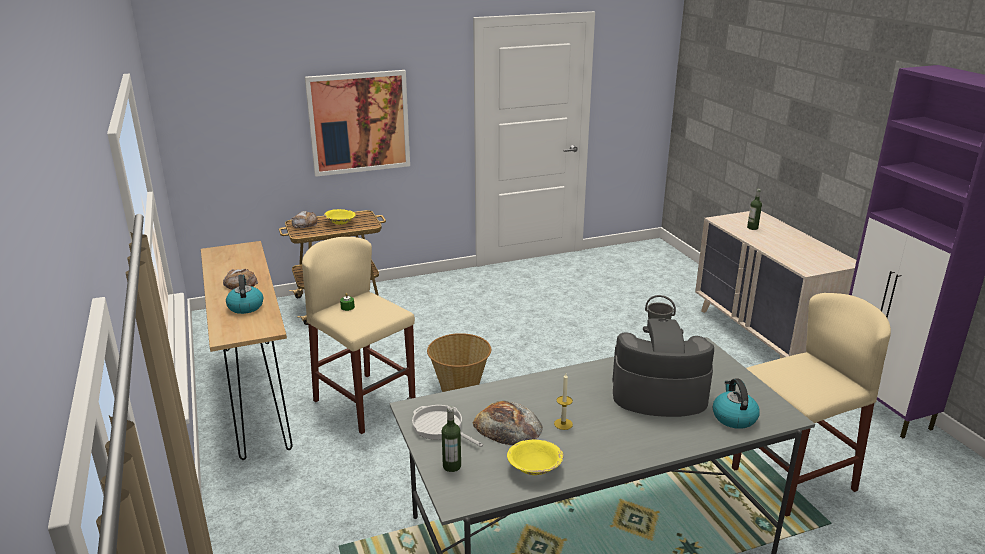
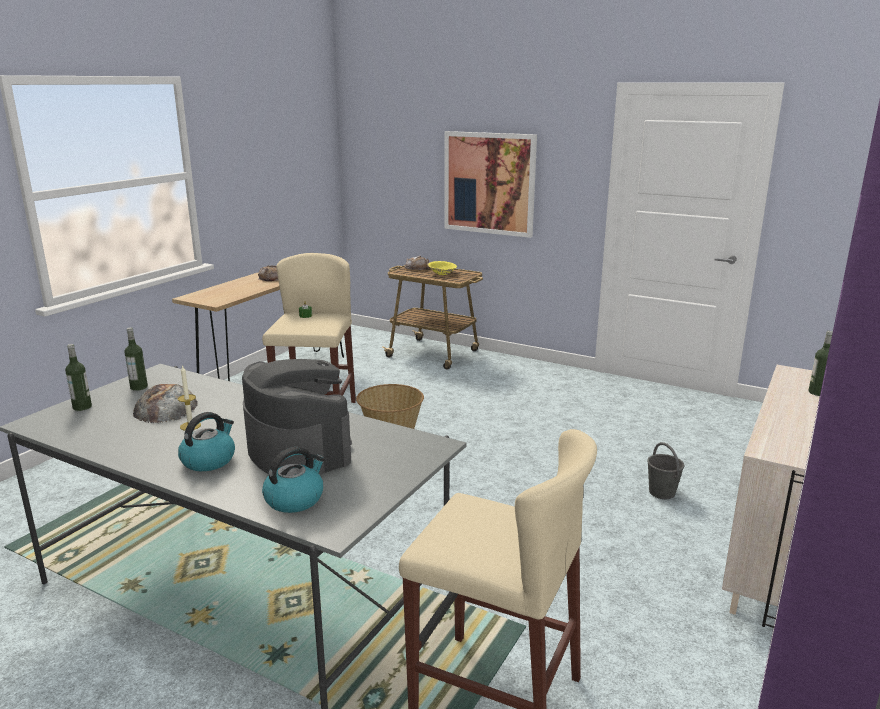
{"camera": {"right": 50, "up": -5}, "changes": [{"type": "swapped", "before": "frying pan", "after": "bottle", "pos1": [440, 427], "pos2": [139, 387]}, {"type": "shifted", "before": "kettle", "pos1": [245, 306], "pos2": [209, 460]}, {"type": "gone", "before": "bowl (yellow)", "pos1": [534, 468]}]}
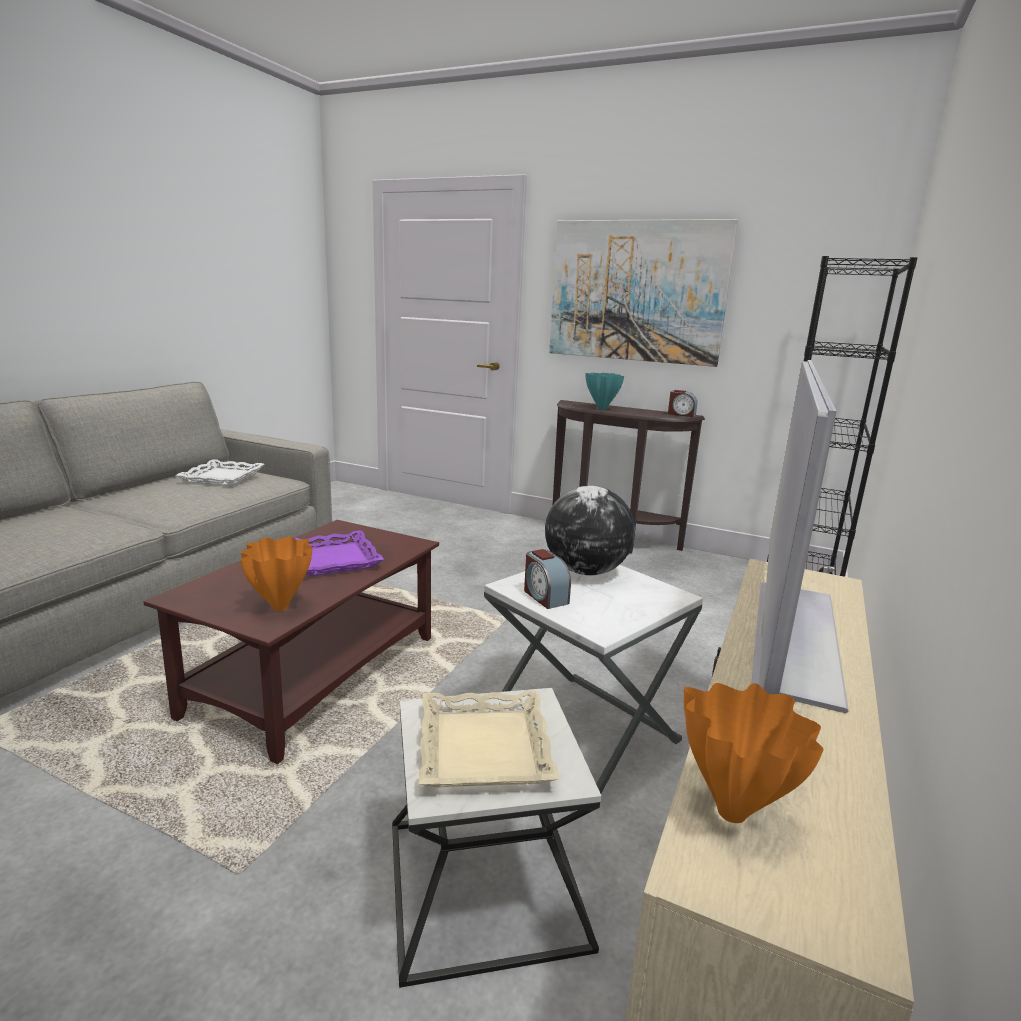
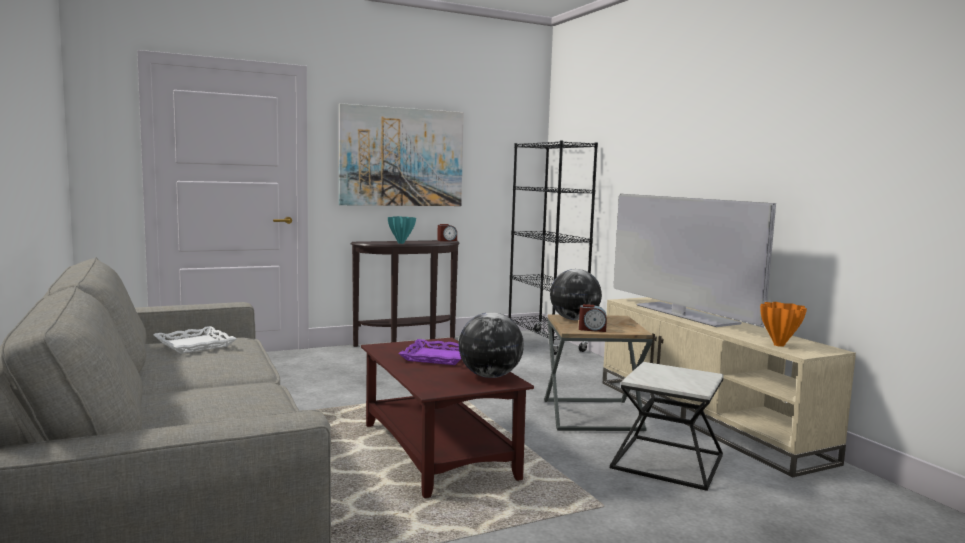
{"camera": {"right": -50, "up": -10}, "changes": [{"type": "swapped", "before": "vase (orange)", "after": "globe", "pos1": [281, 606], "pos2": [490, 376]}, {"type": "repainted", "before": "side table (white)", "after": "side table (brown)", "pos1": [580, 735], "pos2": [592, 415]}, {"type": "gone", "before": "tray (beige)", "pos1": [483, 747]}]}
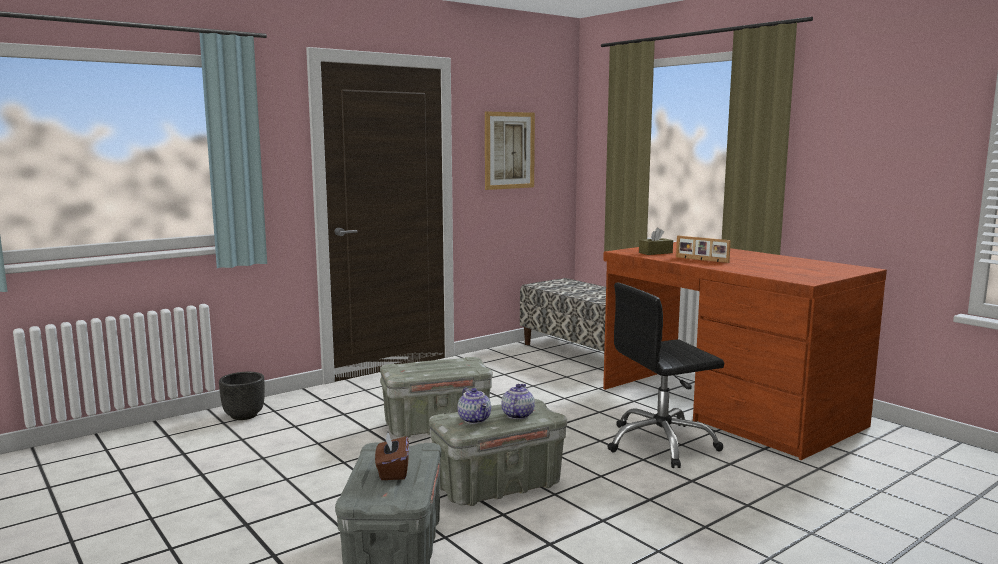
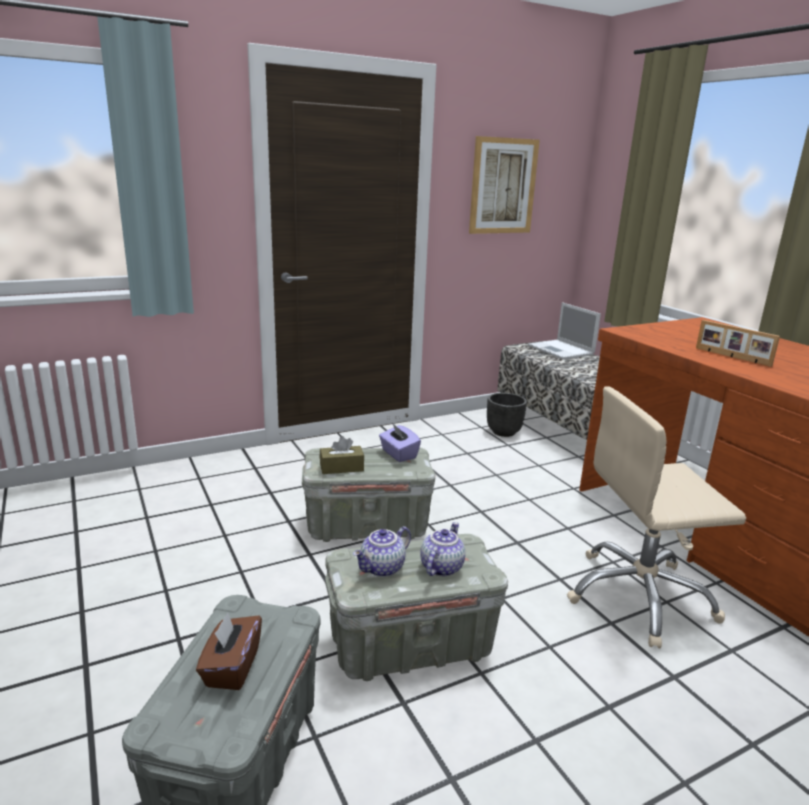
{"camera": {"right": 10, "up": 10}, "changes": [{"type": "shifted", "before": "tissue box (brown)", "pos1": [655, 253], "pos2": [341, 467]}, {"type": "rotated", "before": "teapot", "pos1": [475, 419], "pos2": [382, 569], "turn": 60}, {"type": "new", "after": "tissue box (purple)", "pos2": [398, 454]}, {"type": "shifted", "before": "planter (black)", "pos1": [244, 415], "pos2": [504, 432]}, {"type": "new", "after": "laptop", "pos2": [561, 350]}, {"type": "repainted", "before": "office chair (black)", "after": "office chair (beige)", "pos1": [661, 443], "pos2": [639, 596]}]}
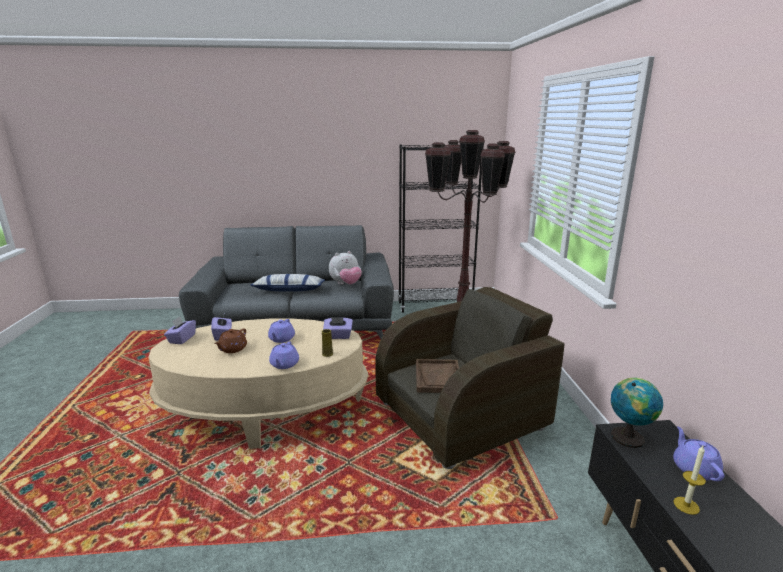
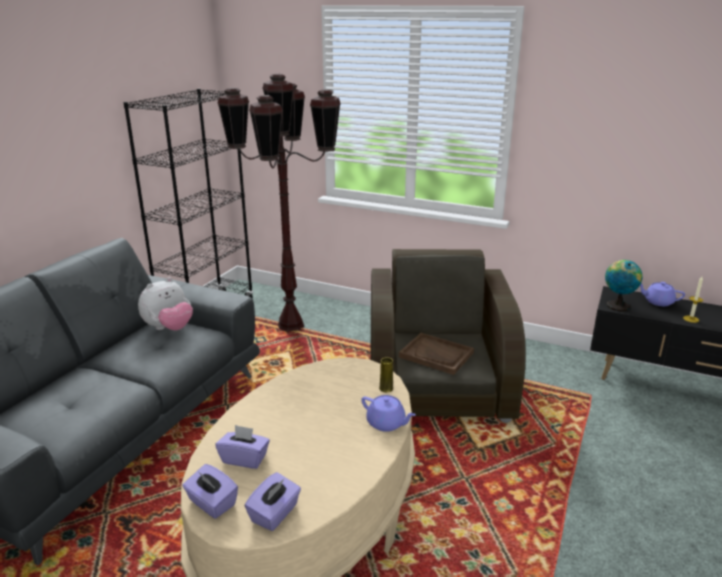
{"camera": {"right": -60, "up": 5}, "changes": [{"type": "rotated", "before": "plush toy", "pos1": [346, 284], "pos2": [169, 328], "turn": 45}, {"type": "shifted", "before": "tissue box (purple)", "pos1": [338, 336], "pos2": [275, 514]}, {"type": "gone", "before": "teapot (brown)", "pos1": [232, 349]}, {"type": "gone", "before": "pillow", "pos1": [289, 290]}, {"type": "gone", "before": "teapot (purple)", "pos1": [281, 339]}]}
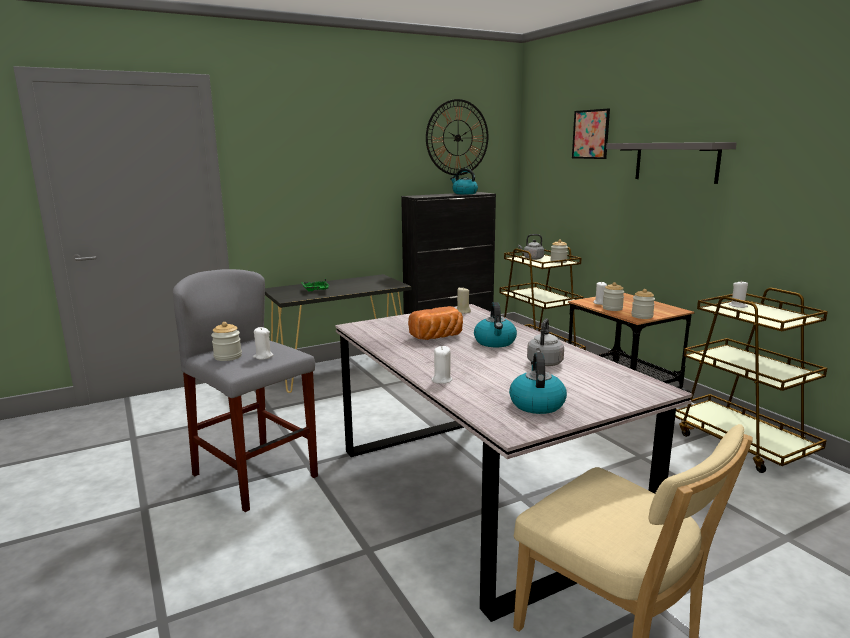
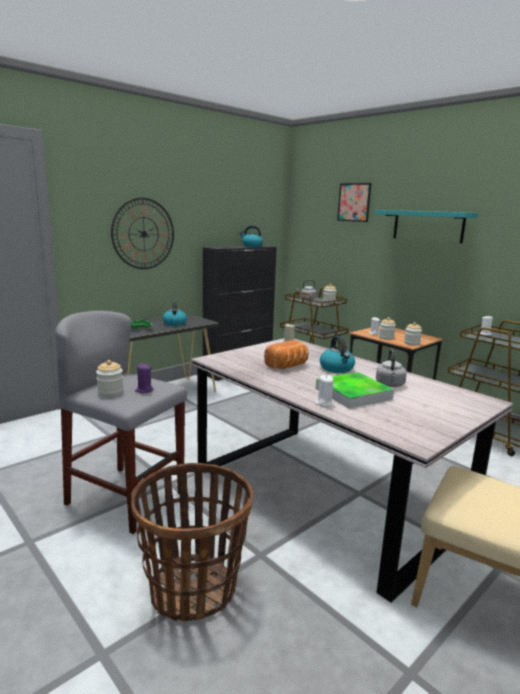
{"camera": {"right": -15, "up": 0}, "changes": [{"type": "shifted", "before": "wall clock", "pos1": [457, 138], "pos2": [143, 234]}, {"type": "new", "after": "basket", "pos2": [193, 588]}, {"type": "repainted", "before": "candle (white)", "after": "candle (purple)", "pos1": [263, 356], "pos2": [144, 390]}, {"type": "shifted", "before": "kettle", "pos1": [536, 404], "pos2": [174, 323]}, {"type": "new", "after": "tray", "pos2": [353, 394]}, {"type": "repainted", "before": "shelf (grey)", "after": "shelf (turquoise)", "pos1": [676, 162], "pos2": [428, 226]}]}
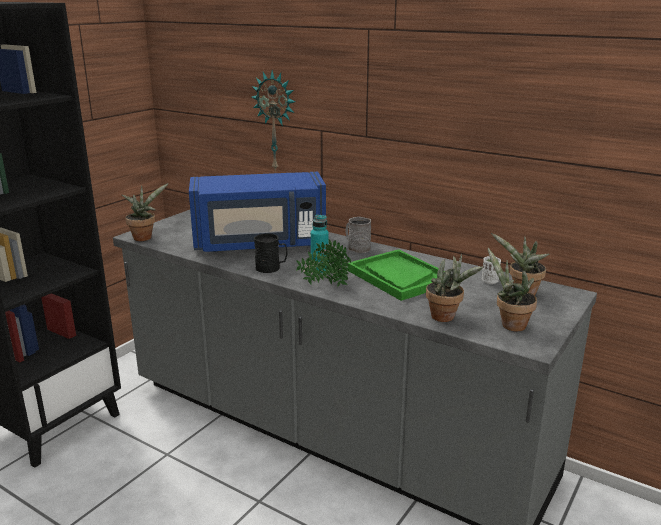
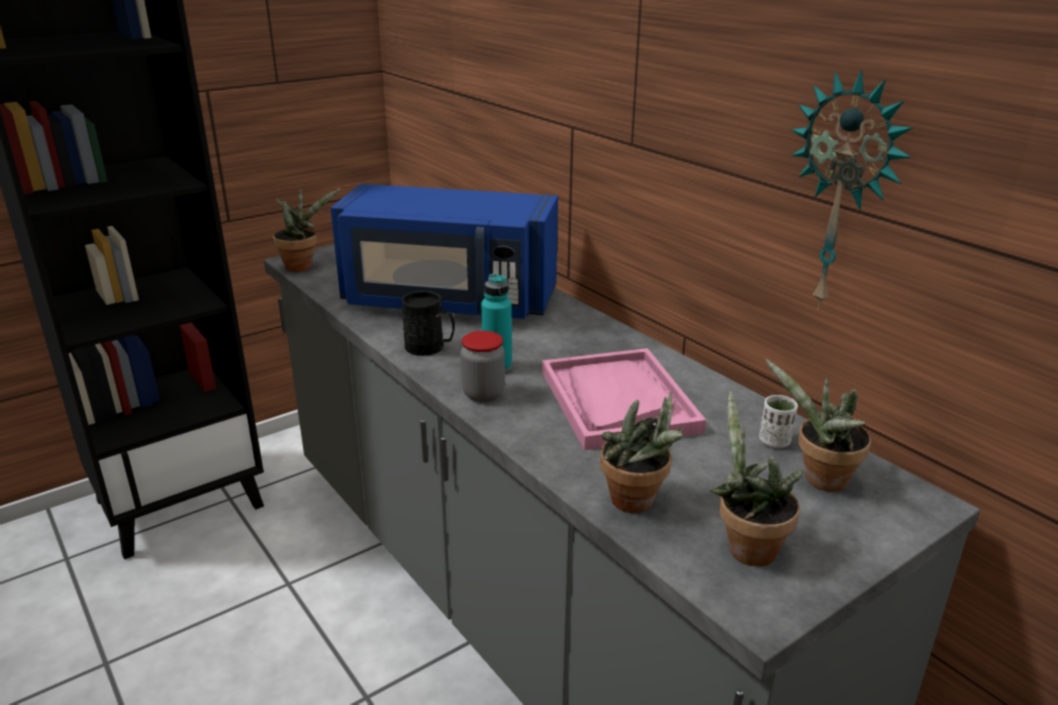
{"camera": {"right": 20, "up": 5}, "changes": [{"type": "swapped", "before": "potted plant", "after": "jar", "pos1": [324, 285], "pos2": [483, 394]}, {"type": "repainted", "before": "tray (green)", "after": "tray (pink)", "pos1": [399, 277], "pos2": [617, 401]}, {"type": "shifted", "before": "wall clock", "pos1": [276, 121], "pos2": [844, 195]}, {"type": "gone", "before": "mug (grey)", "pos1": [356, 248]}]}
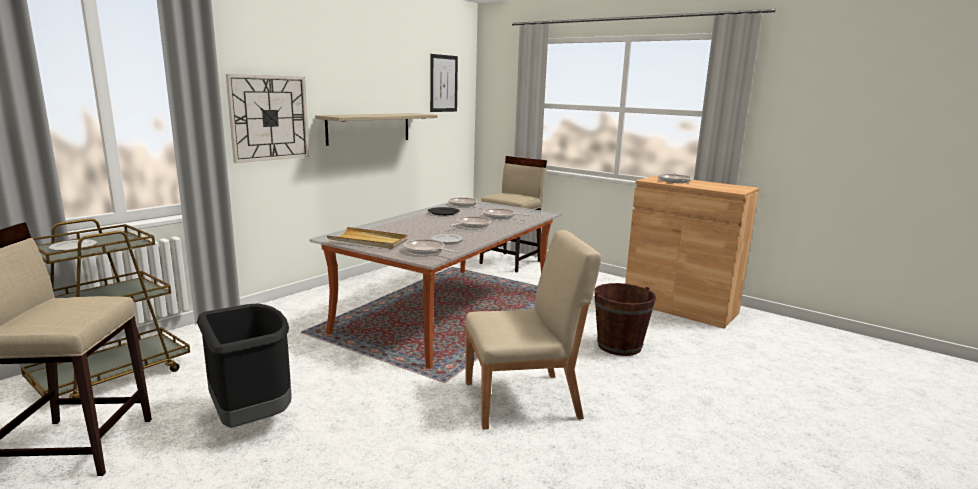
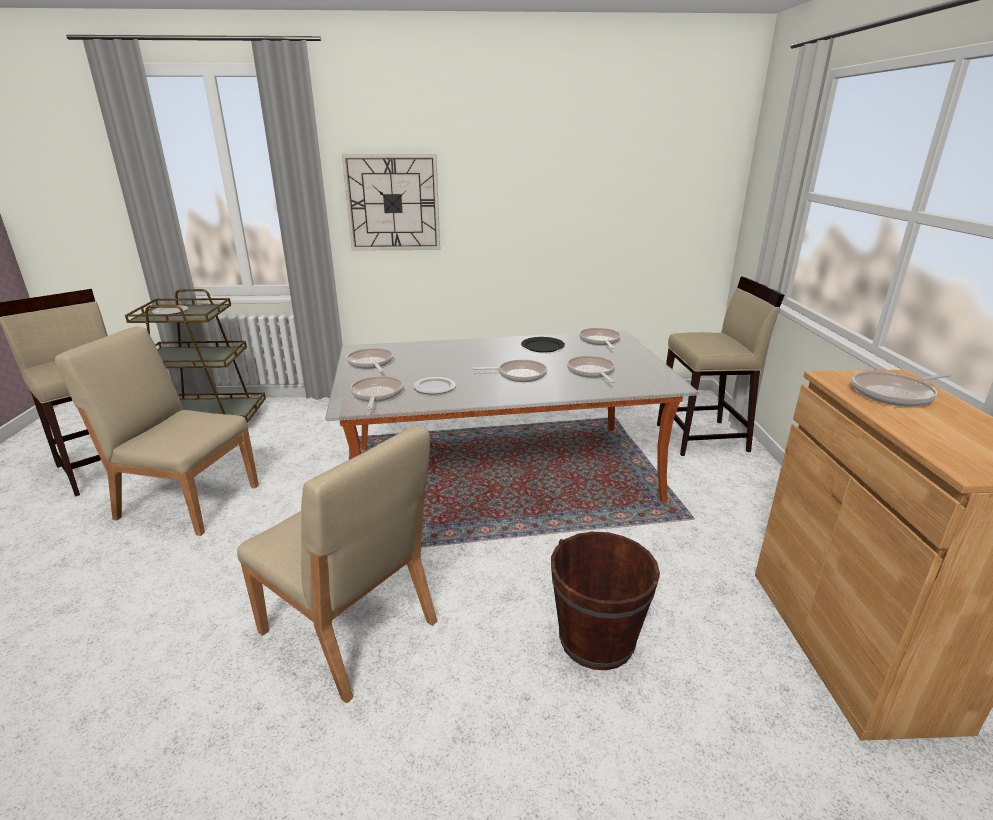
{"camera": {"right": 50, "up": 10}, "changes": [{"type": "swapped", "before": "trash can (black)", "after": "chair (beige)", "pos1": [252, 418], "pos2": [188, 501]}, {"type": "swapped", "before": "tray (beige)", "after": "frying pan", "pos1": [368, 241], "pos2": [371, 363]}, {"type": "gone", "before": "shelf", "pos1": [369, 128]}, {"type": "gone", "before": "picture", "pos1": [443, 83]}]}
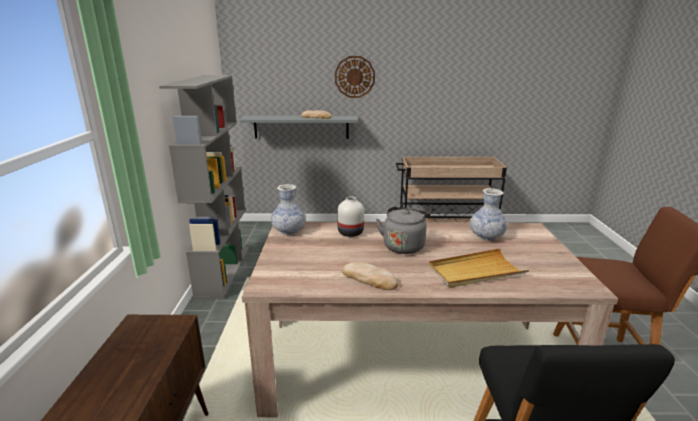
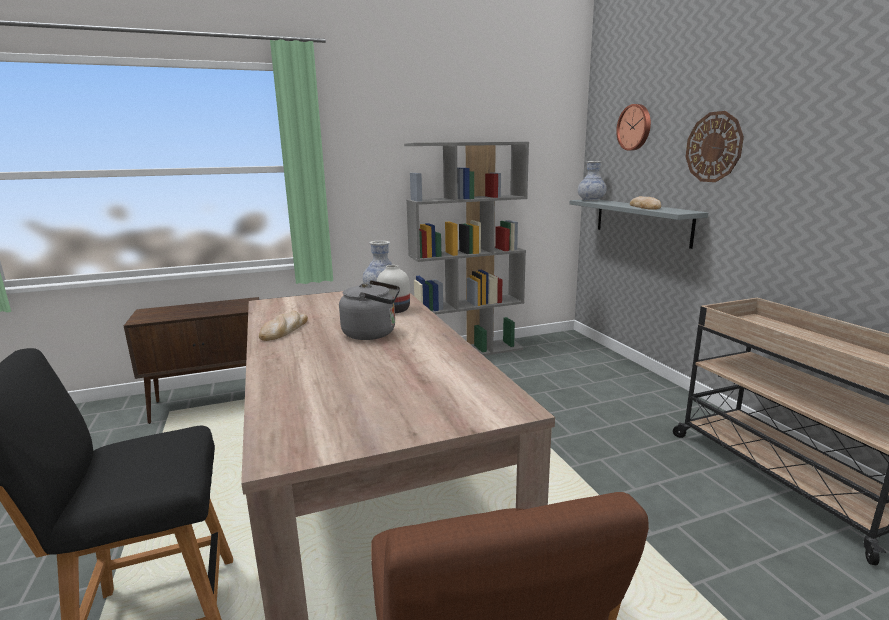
{"camera": {"right": 70, "up": -5}, "changes": [{"type": "shifted", "before": "vase", "pos1": [486, 236], "pos2": [591, 200]}, {"type": "new", "after": "wall clock", "pos2": [635, 127]}, {"type": "gone", "before": "tray (beige)", "pos1": [475, 271]}]}
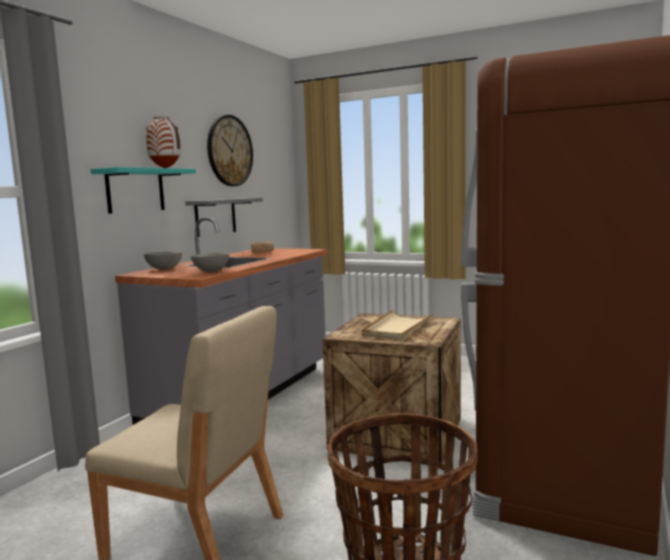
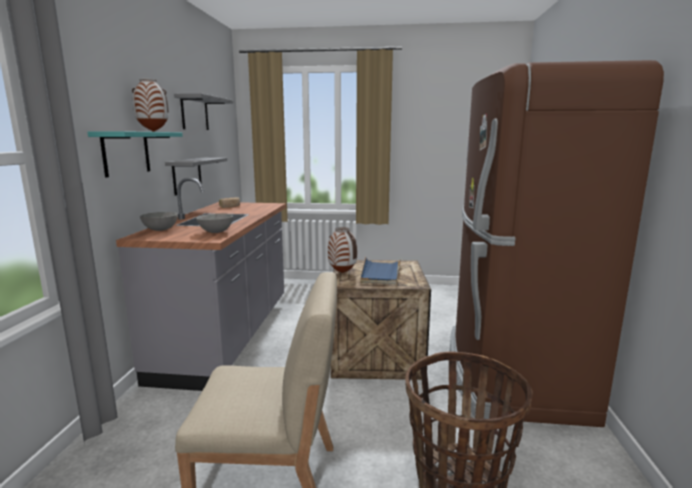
{"camera": {"right": -20, "up": 5}, "changes": [{"type": "swapped", "before": "wall clock", "after": "shelf (grey)", "pos1": [229, 151], "pos2": [194, 113]}, {"type": "new", "after": "vase", "pos2": [343, 273]}, {"type": "repainted", "before": "tray (beige)", "after": "tray (blue)", "pos1": [397, 328], "pos2": [380, 273]}]}
